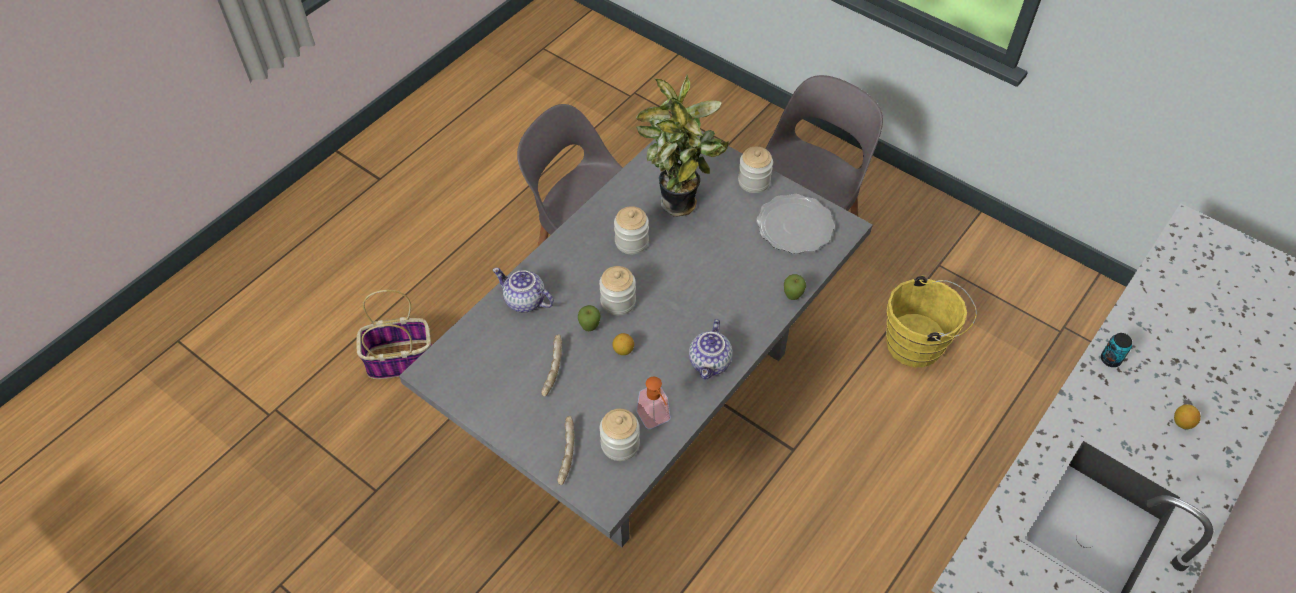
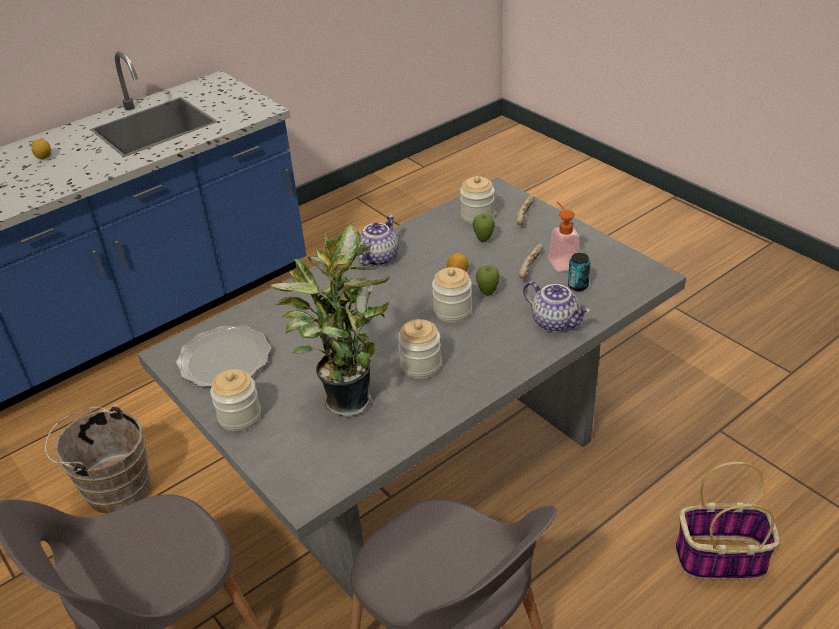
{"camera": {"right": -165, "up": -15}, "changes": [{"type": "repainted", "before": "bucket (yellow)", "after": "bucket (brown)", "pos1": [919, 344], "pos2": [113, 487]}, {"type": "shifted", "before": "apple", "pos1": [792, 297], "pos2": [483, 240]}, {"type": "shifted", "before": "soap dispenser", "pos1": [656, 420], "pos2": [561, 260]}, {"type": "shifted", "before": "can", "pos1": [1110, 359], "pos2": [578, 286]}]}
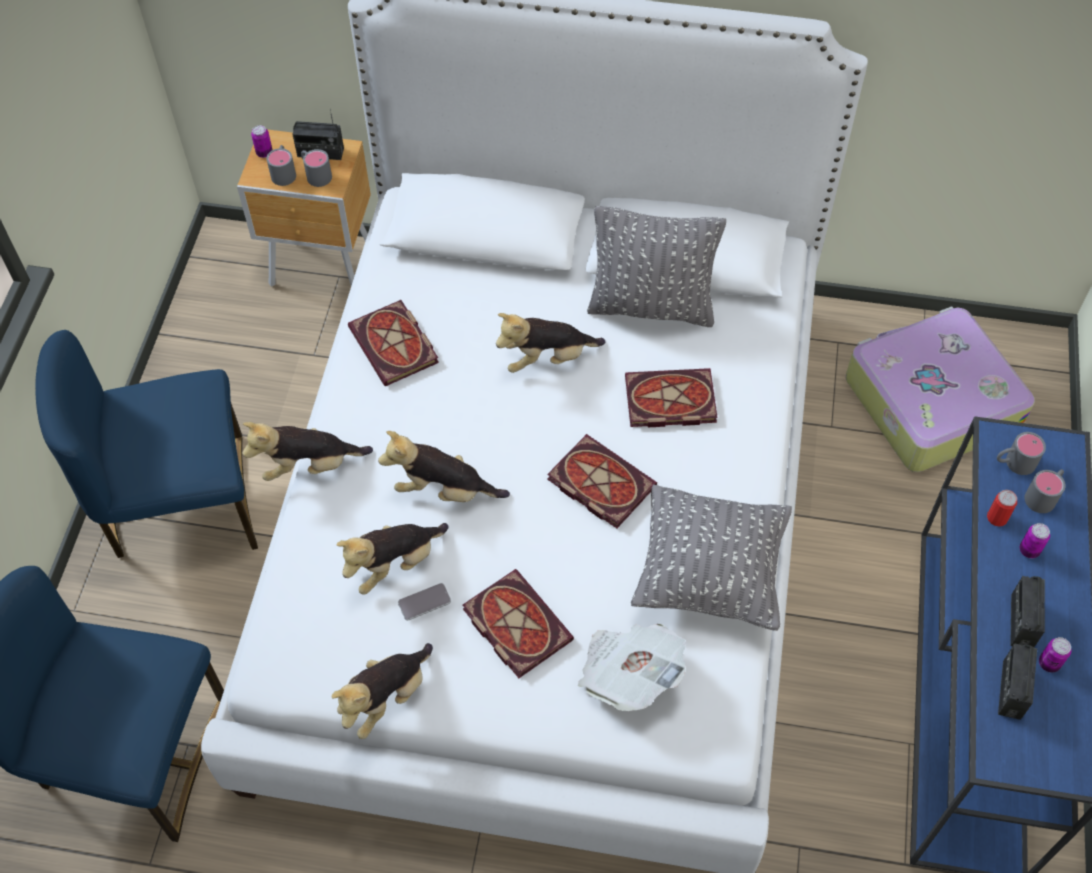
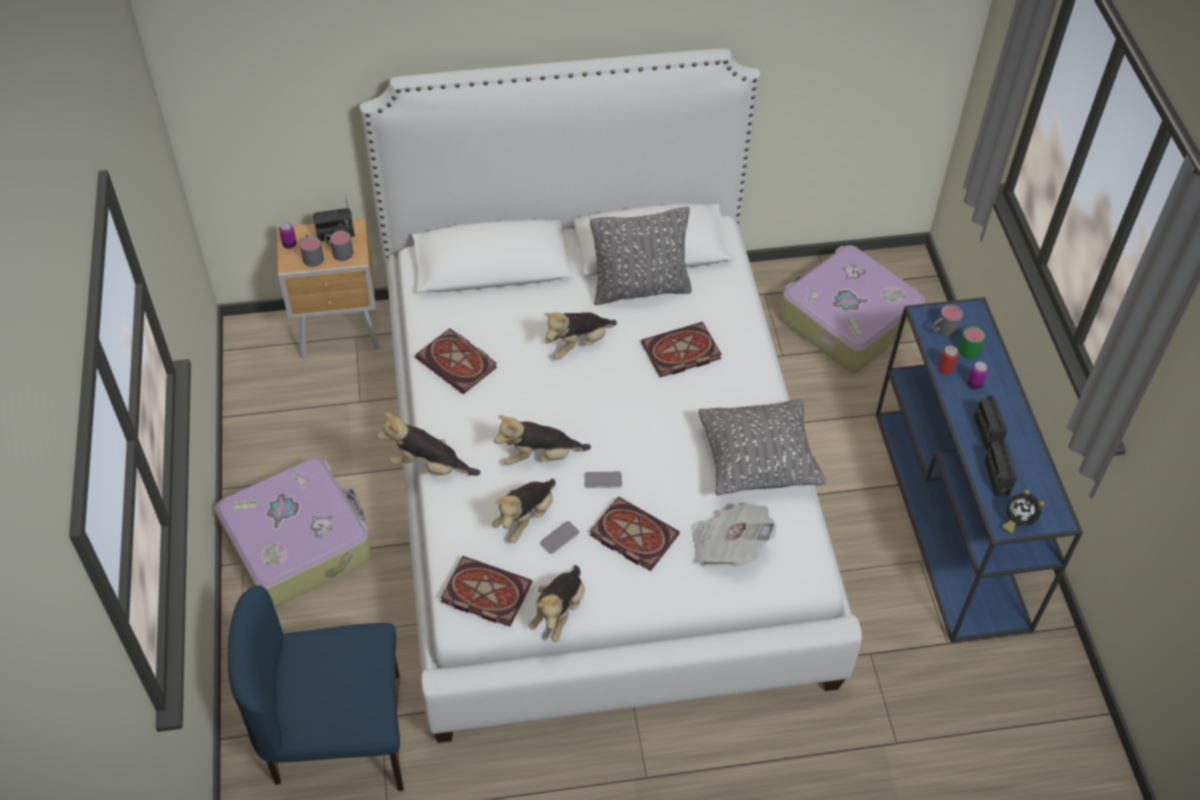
{"camera": {"right": -20, "up": -5}, "changes": [{"type": "swapped", "before": "chair (blue)", "after": "suitcase", "pos1": [181, 504], "pos2": [298, 542]}, {"type": "rotated", "before": "plush toy", "pos1": [309, 466], "pos2": [429, 466], "turn": 45}, {"type": "shifted", "before": "book", "pos1": [598, 483], "pos2": [483, 593]}, {"type": "new", "after": "phone", "pos2": [603, 480]}, {"type": "repainted", "before": "mug (grey)", "after": "mug (green)", "pos1": [1044, 495], "pos2": [970, 346]}, {"type": "new", "after": "alarm clock", "pos2": [1017, 521]}, {"type": "gone", "before": "can", "pos1": [1049, 663]}]}
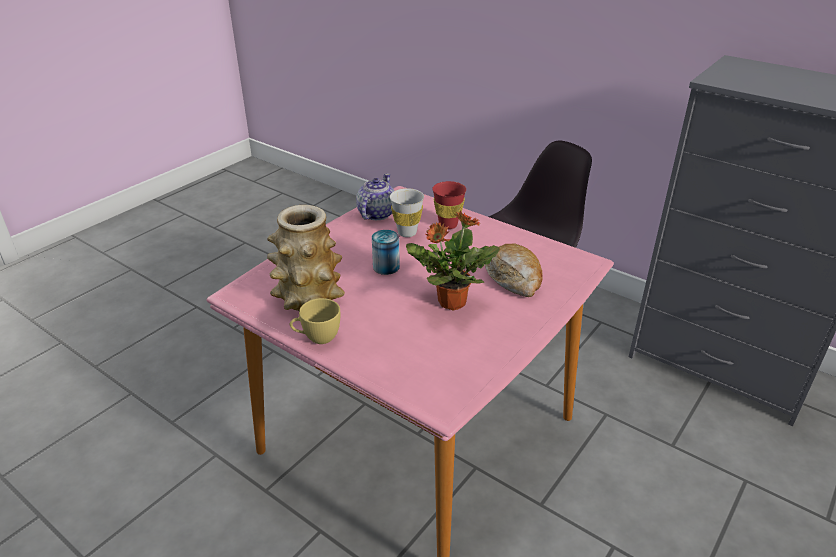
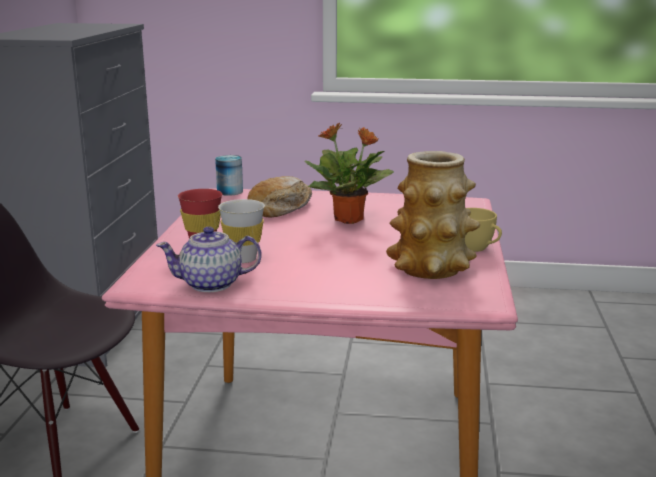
{"camera": {"right": -120, "up": -15}, "changes": [{"type": "shifted", "before": "can", "pos1": [386, 267], "pos2": [230, 191]}]}
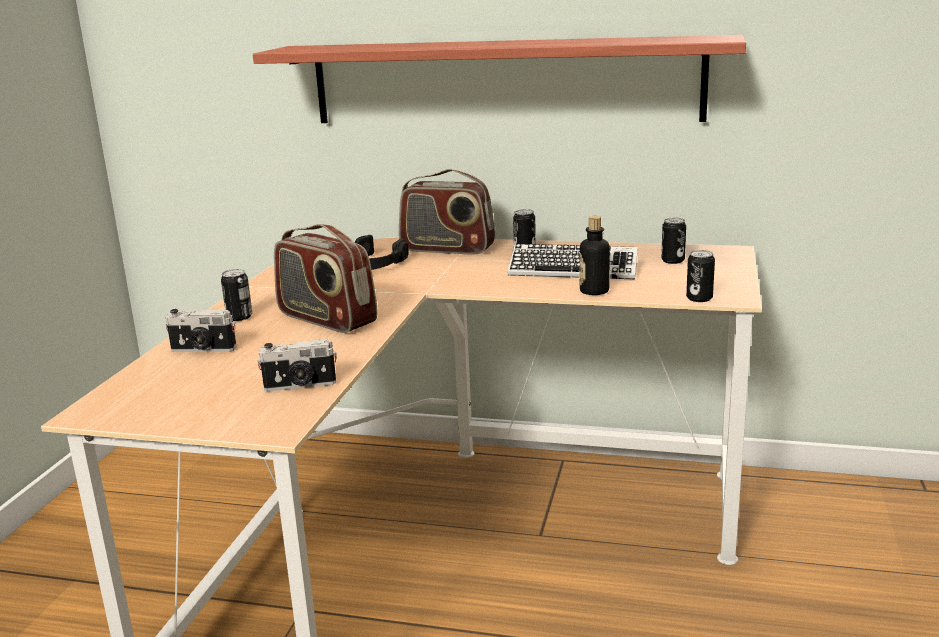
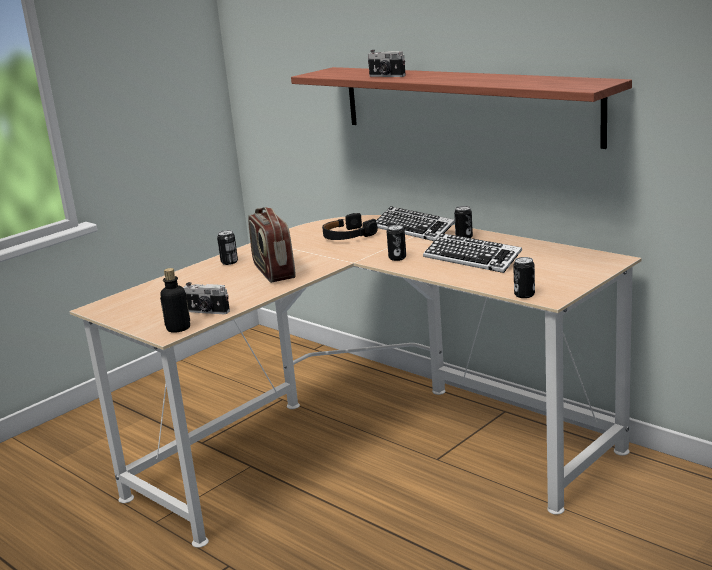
{"camera": {"right": 30, "up": 0}, "changes": [{"type": "shifted", "before": "bottle", "pos1": [594, 291], "pos2": [178, 328]}, {"type": "shifted", "before": "photo camera", "pos1": [203, 350], "pos2": [386, 76]}, {"type": "swapped", "before": "radio", "after": "keyboard", "pos1": [447, 249], "pos2": [413, 230]}, {"type": "shifted", "before": "can", "pos1": [673, 260], "pos2": [397, 258]}]}
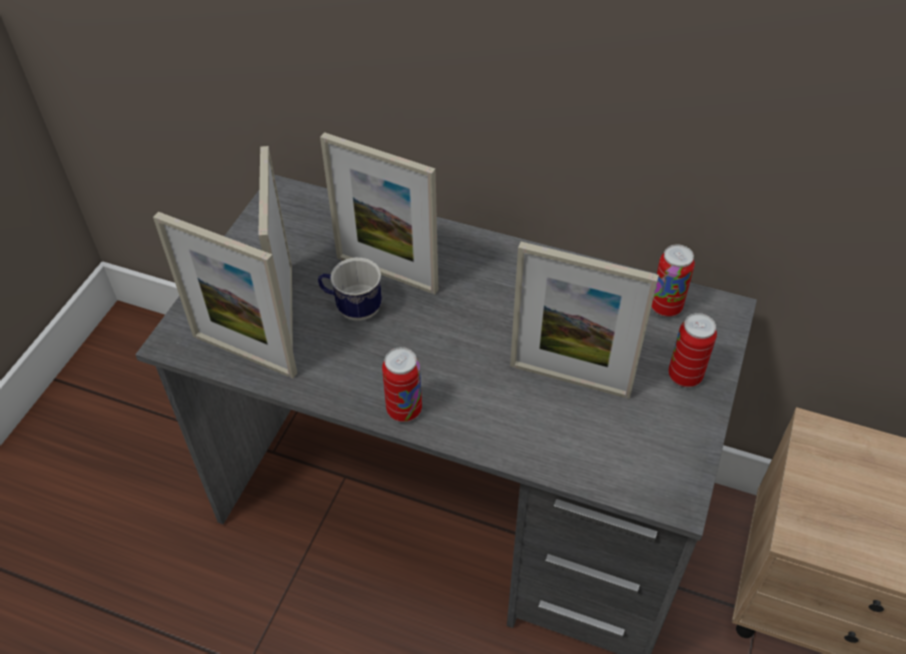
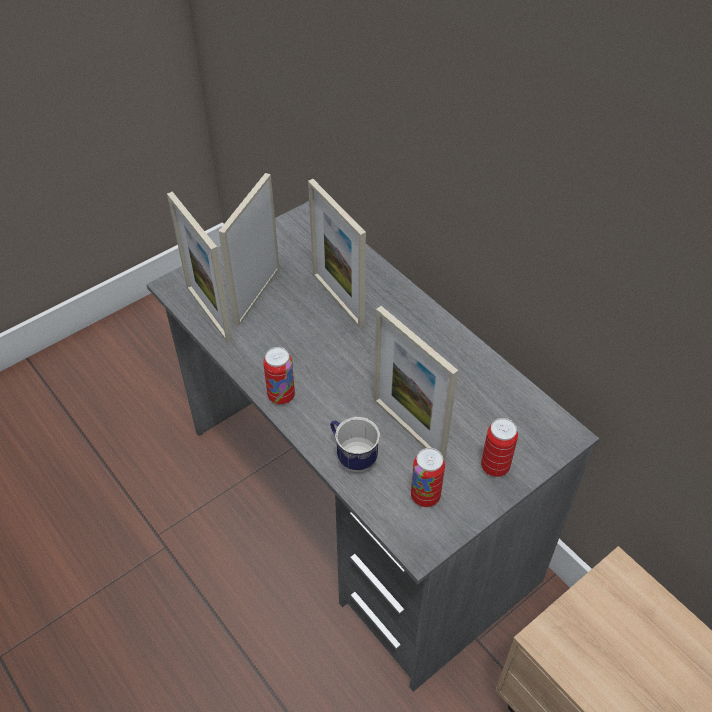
{"camera": {"right": 30, "up": 0}, "changes": [{"type": "shifted", "before": "mug", "pos1": [352, 308], "pos2": [352, 456]}, {"type": "shifted", "before": "can", "pos1": [665, 307], "pos2": [425, 496]}]}
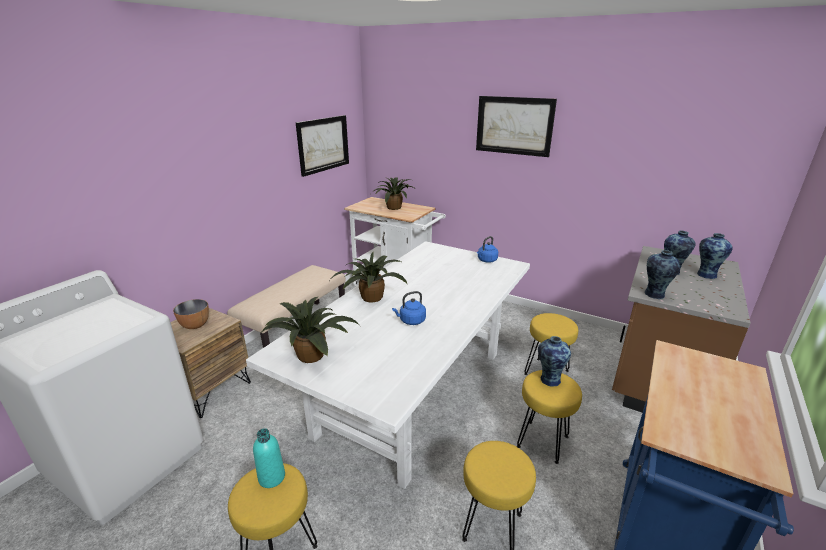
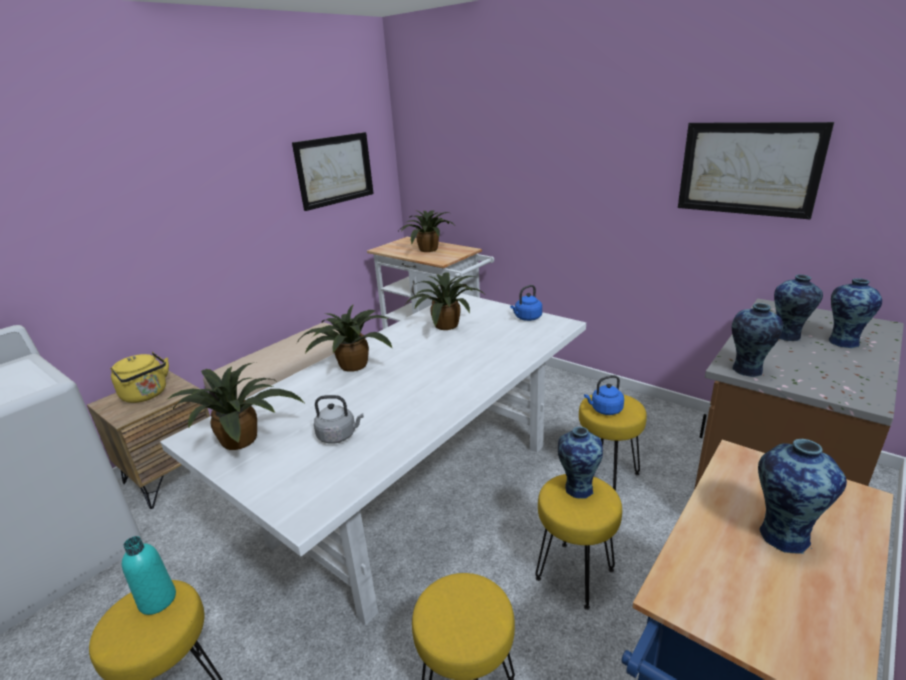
{"camera": {"right": 10, "up": 0}, "changes": [{"type": "swapped", "before": "bowl", "after": "kettle (yellow)", "pos1": [195, 325], "pos2": [147, 395]}, {"type": "new", "after": "kettle (grey)", "pos2": [339, 435]}, {"type": "new", "after": "potted plant", "pos2": [447, 326]}, {"type": "shifted", "before": "kettle (blue)", "pos1": [411, 321], "pos2": [605, 410]}, {"type": "shifted", "before": "picture", "pos1": [514, 125], "pos2": [748, 169]}, {"type": "new", "after": "vase", "pos2": [782, 534]}]}
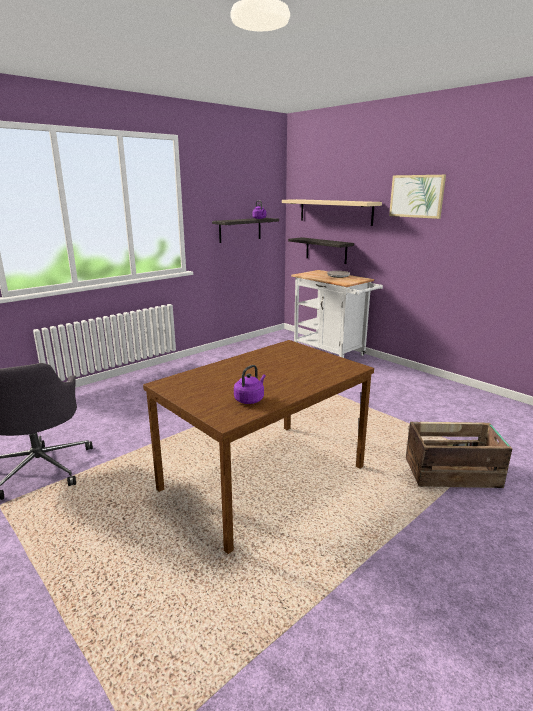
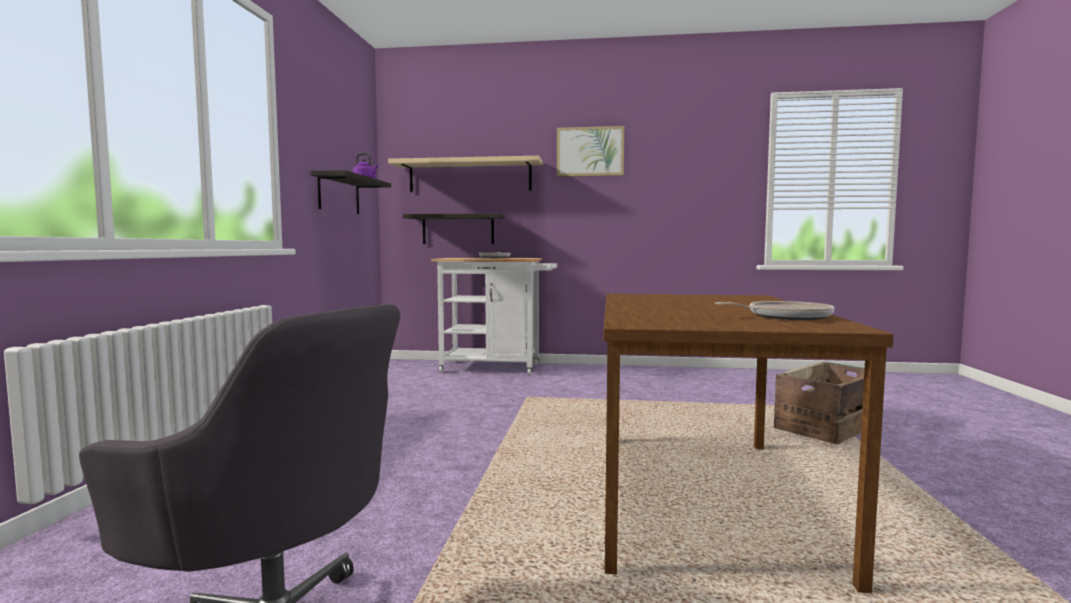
{"camera": {"right": -40, "up": -15}, "changes": [{"type": "swapped", "before": "kettle (purple)", "after": "frying pan", "pos1": [250, 399], "pos2": [785, 316]}]}
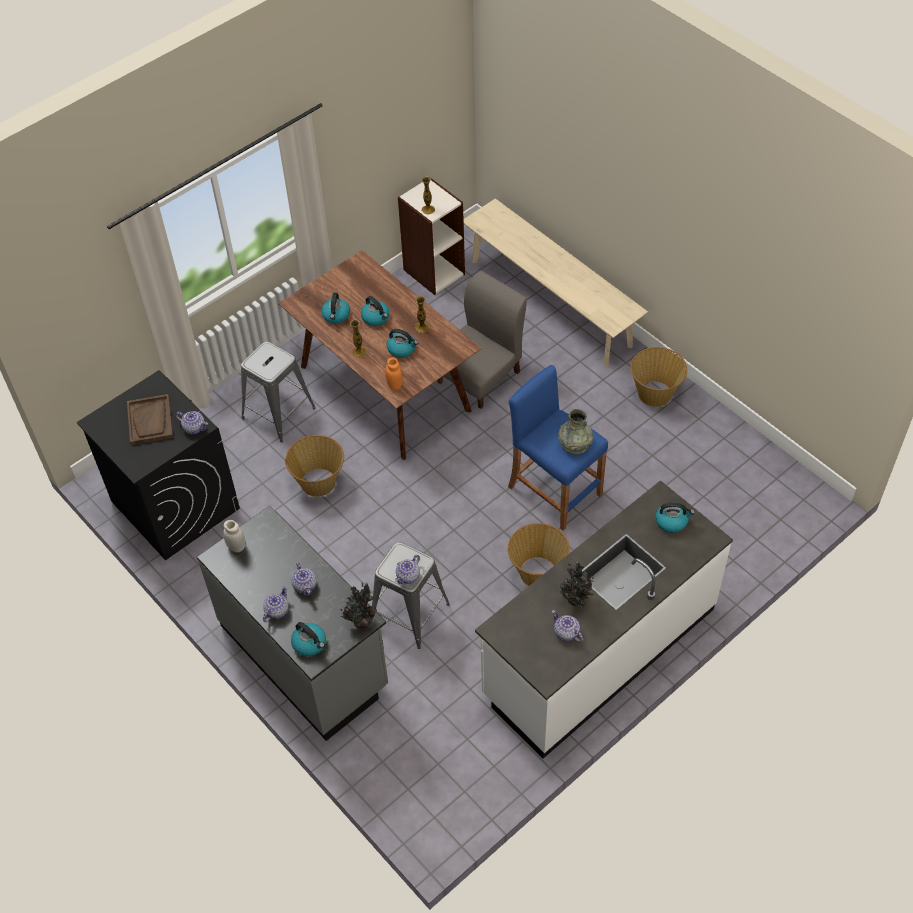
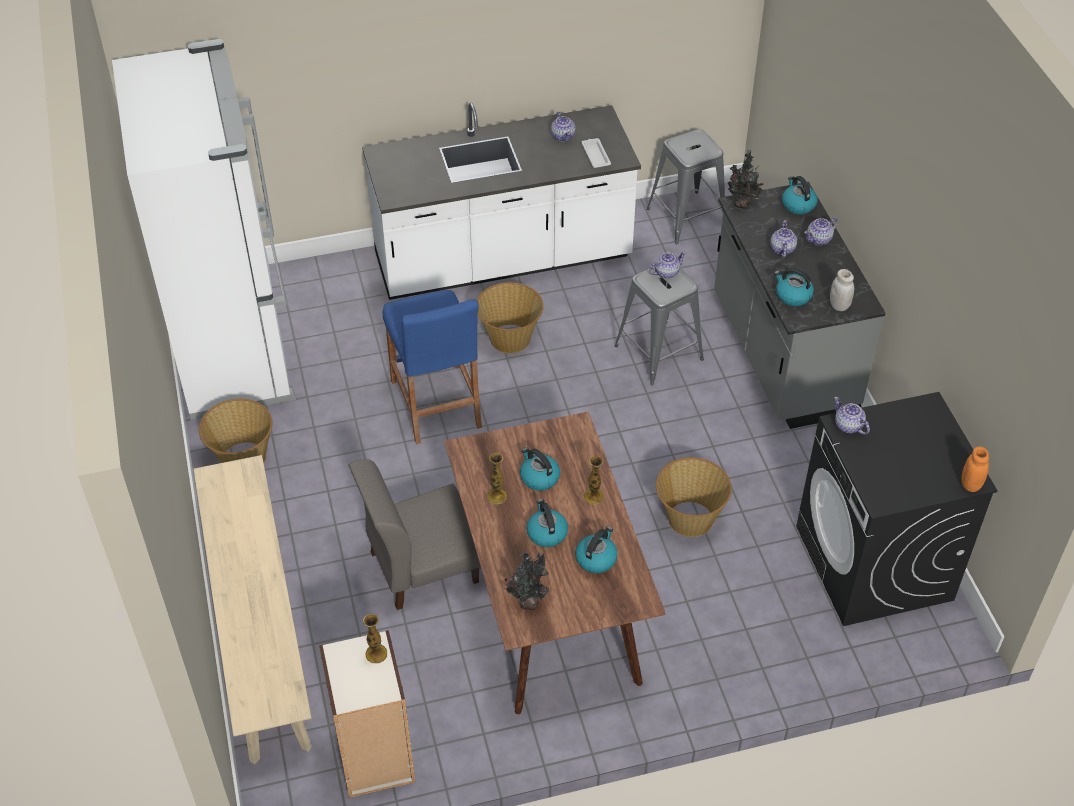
{"camera": {"right": -155, "up": -5}, "changes": [{"type": "new", "after": "fridge (white)", "pos2": [236, 352]}, {"type": "shifted", "before": "potted plant", "pos1": [576, 600], "pos2": [528, 601]}, {"type": "new", "after": "tray (white)", "pos2": [595, 155]}, {"type": "shifted", "before": "stool (grey)", "pos1": [278, 413], "pos2": [686, 217]}, {"type": "shifted", "before": "kettle", "pos1": [672, 521], "pos2": [792, 295]}, {"type": "shifted", "before": "jar (orange)", "pos1": [394, 385], "pos2": [970, 484]}, {"type": "gone", "before": "tray (brown)", "pos1": [150, 421]}, {"type": "gone", "before": "vase (grey)", "pos1": [575, 444]}]}
